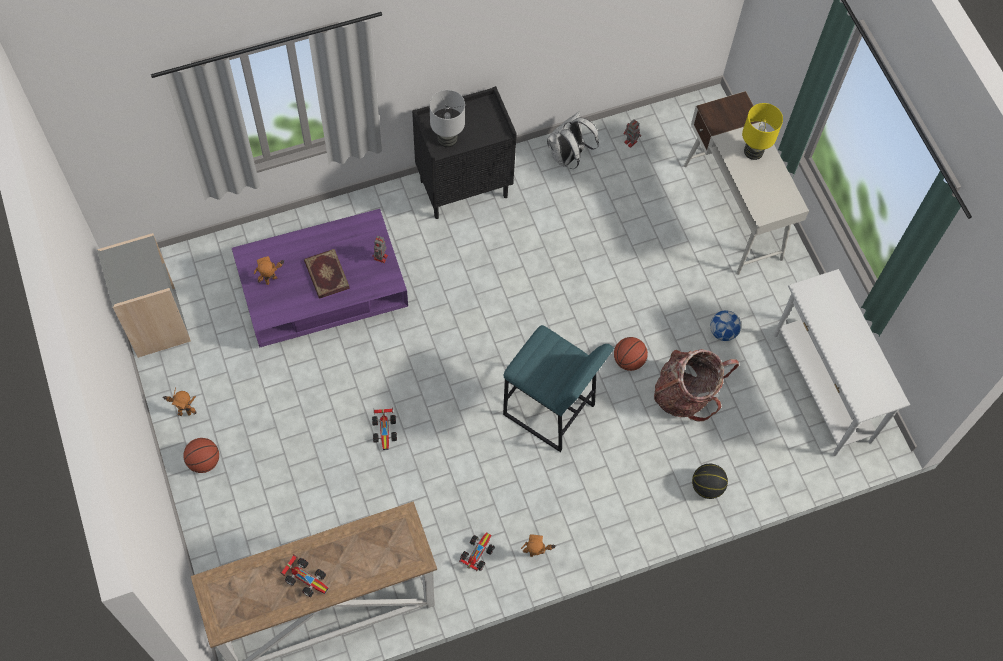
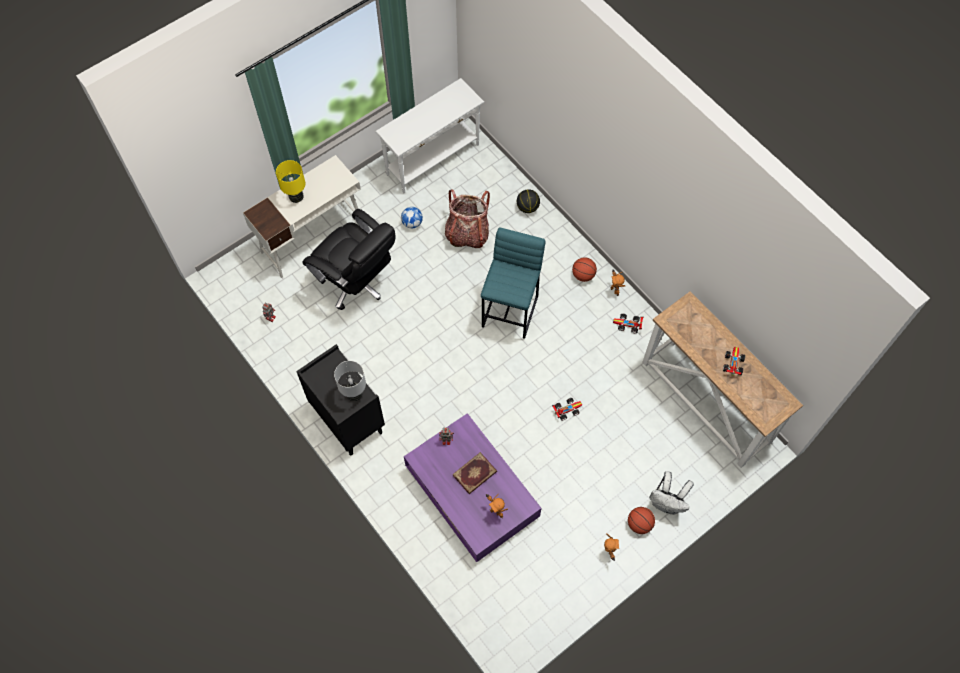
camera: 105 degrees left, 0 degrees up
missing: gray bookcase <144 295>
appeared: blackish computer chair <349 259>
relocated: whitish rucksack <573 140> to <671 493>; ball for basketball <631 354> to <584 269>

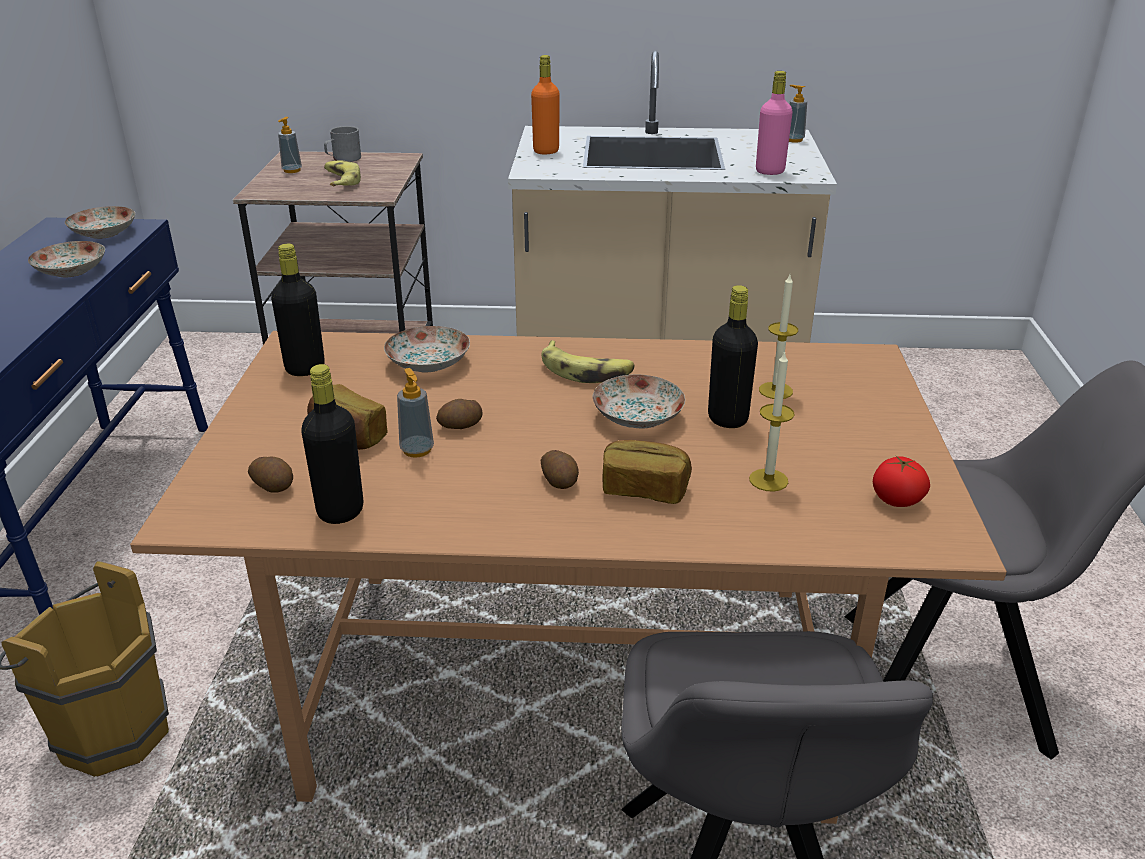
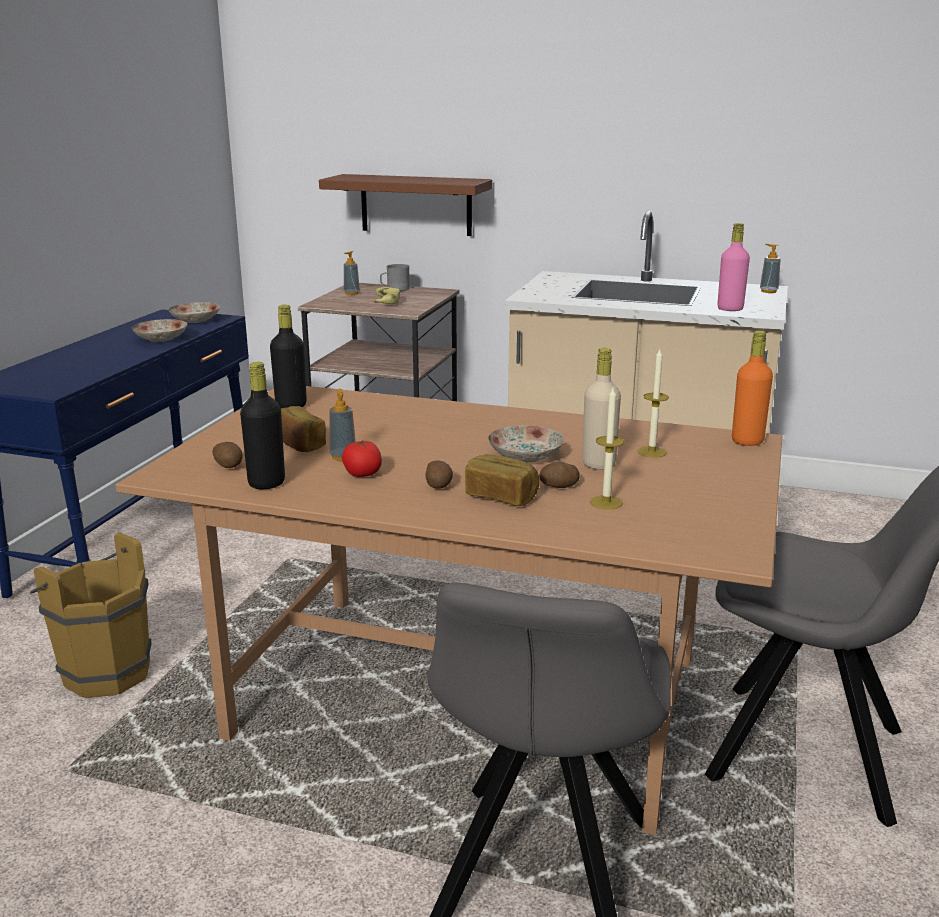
camera: 15 degrees right, 10 degrees down
missing: flat dish <427 349>; whole banana <588 361>
appeared: brownish bracket shelf <405 205>
relocated: potato <459 414> to <559 474>; orange-coloured bottle <545 104> to <752 388>; tomato <901 481> to <362 458>
colour: blackish bottle <733 356> to beige-coloured bottle <601 409>

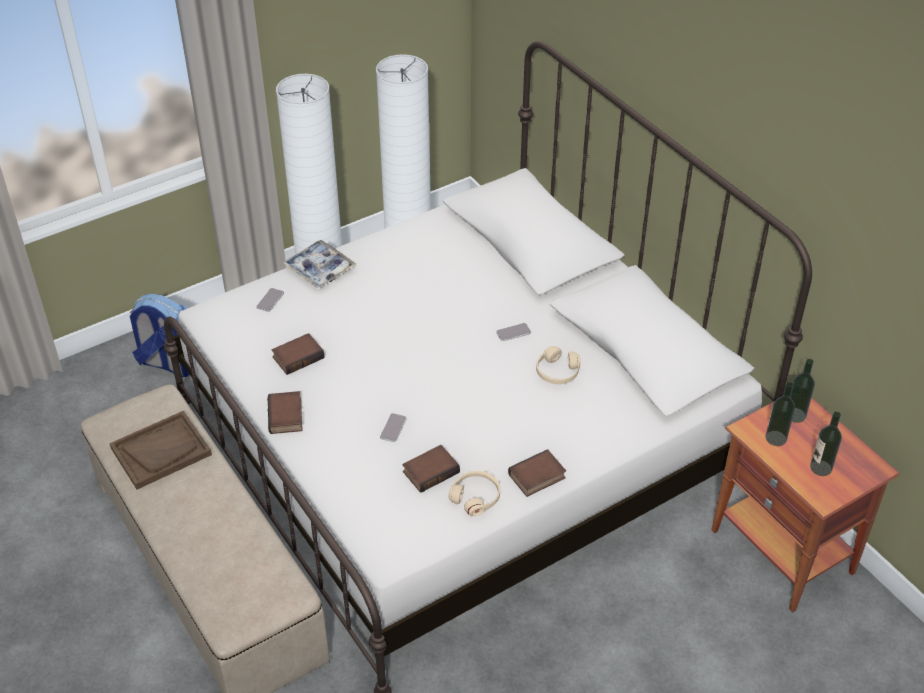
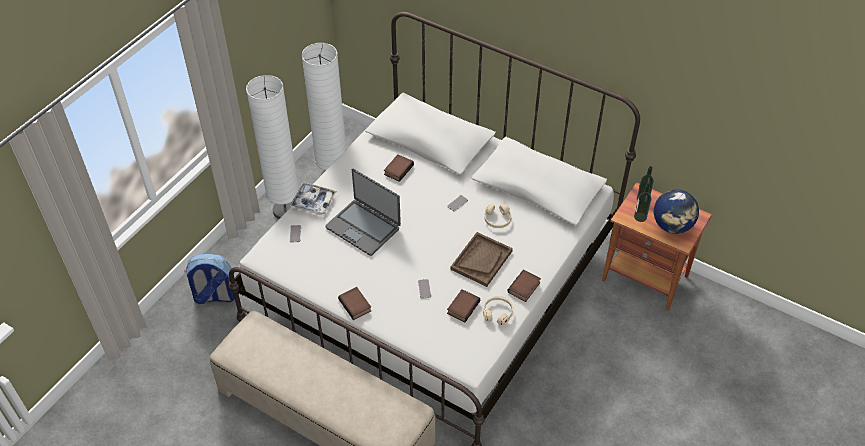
camera: 25 degrees left, 5 degrees up
appeared: portable computer <363 212>
relocated: brownish carrying tray <161 450> to <482 259>; book <298 354> to <399 168>
exchanged: bottle <826 443> to world globe <676 211>

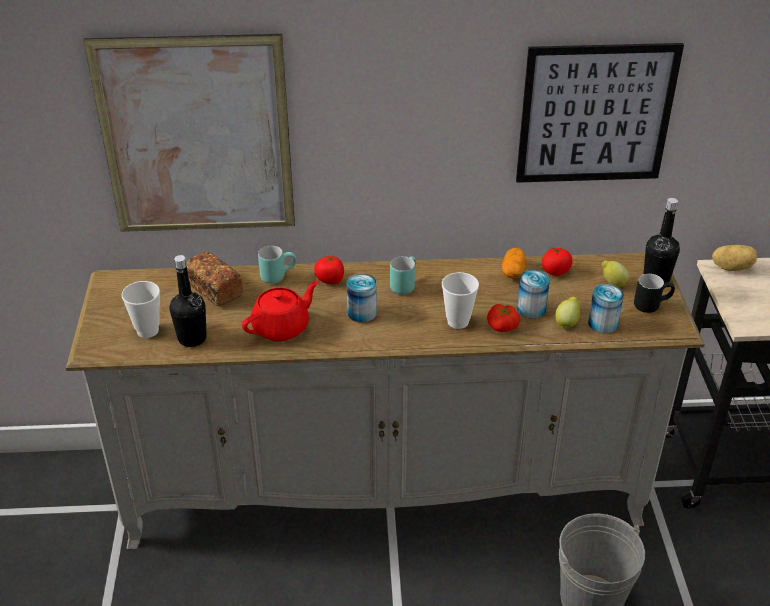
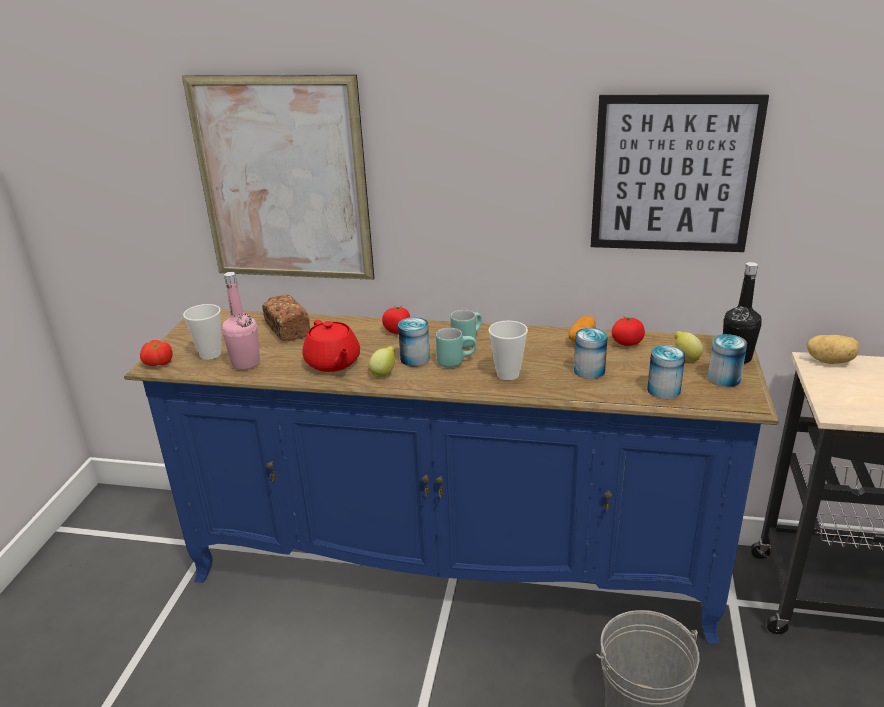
camera: 15 degrees right, 10 degrees down
relocated: turquoise tea mug <277 265> to <456 348>; tomato <503 318> to <156 353>; citrus fruit <567 313> to <381 362>
exchanged: blackish tea mug <654 293> to sealed can <727 360>
colour: gray cupboard <385 401> to bluish cupboard <451 476>; blackish bottle <188 301> to pink bottle <241 321>
spun: red teapot <280 311> = <331 346> 90 degrees clockwise

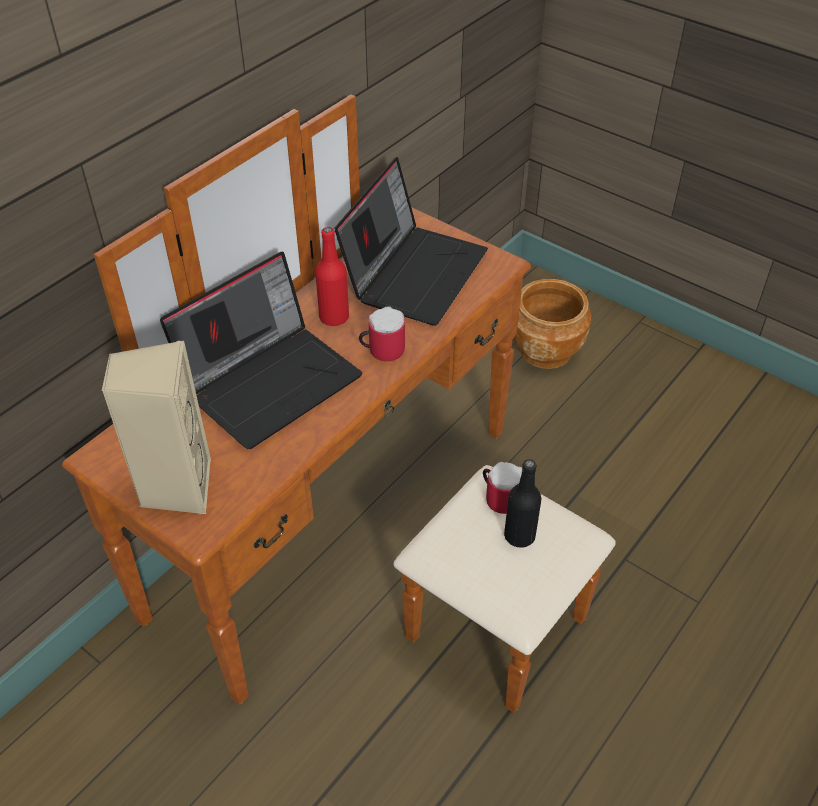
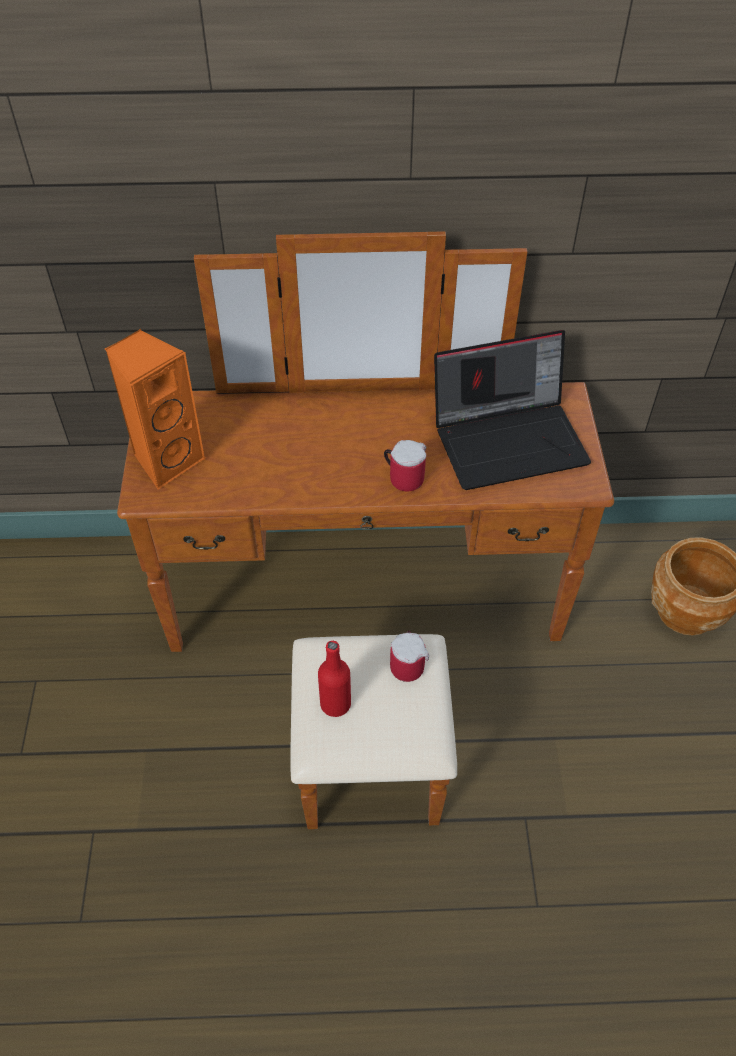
camera: 50 degrees right, 5 degrees up
missing: portable computer <261 350>; blackish bottle <522 503>
relocated: red bottle <332 276> to <334 679>
colour: beige-coloured loudspeaker <156 427> to orange-coloured loudspeaker <155 409>

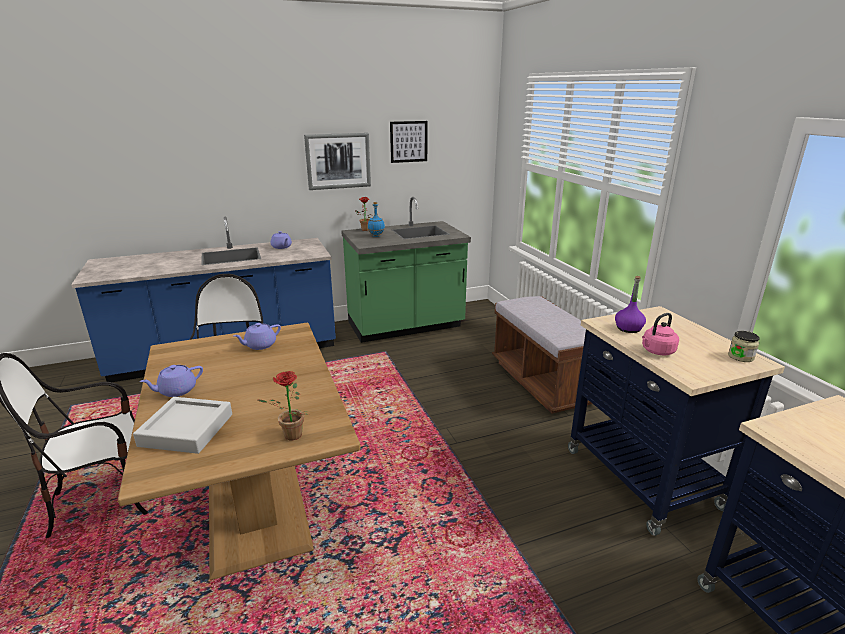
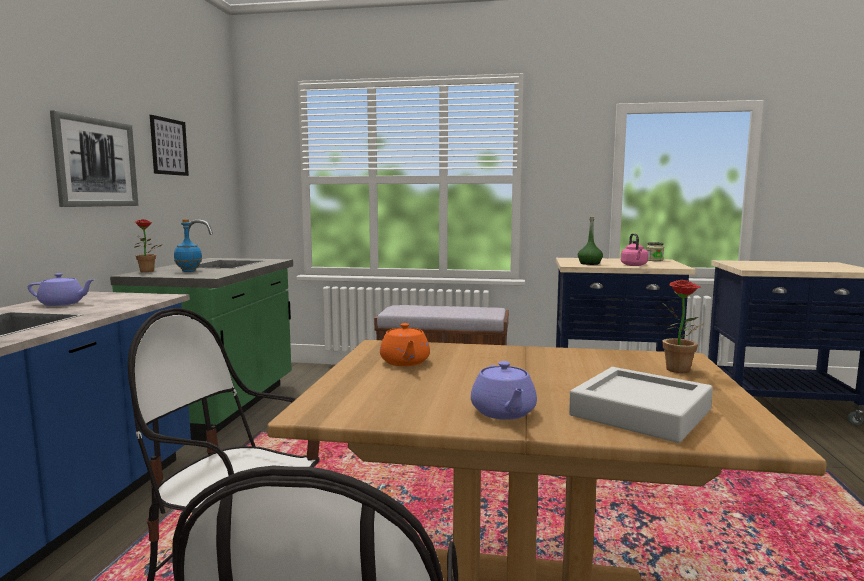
camera: 60 degrees left, 15 degrees down
colour: purplish teapot <257 336> to orange-coloured teapot <405 344>; purplish bottle <630 304> to greenish bottle <590 241>

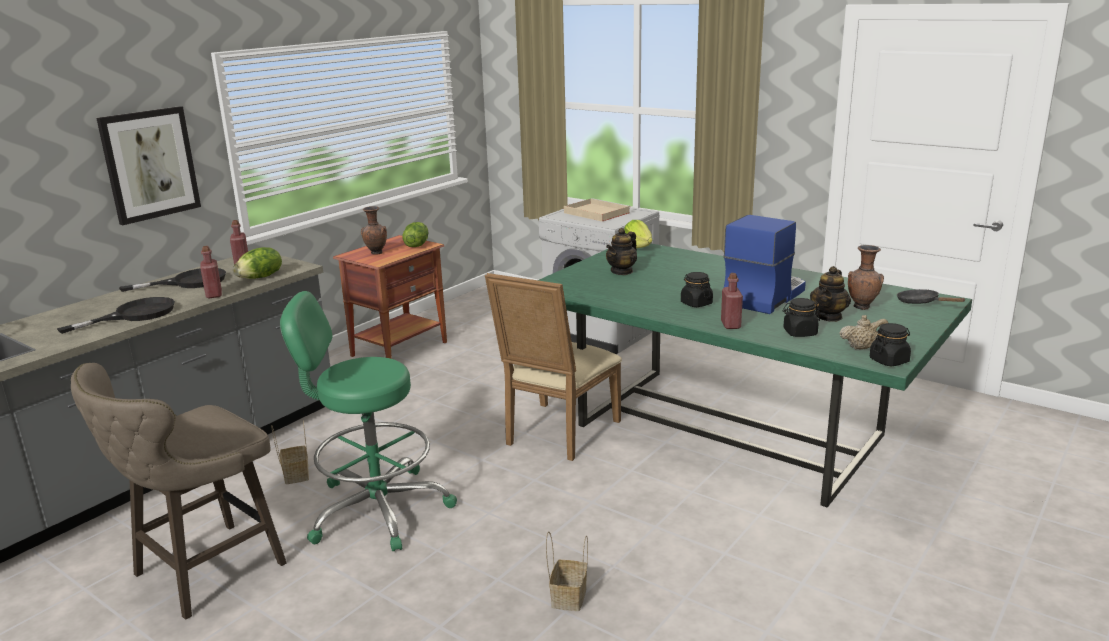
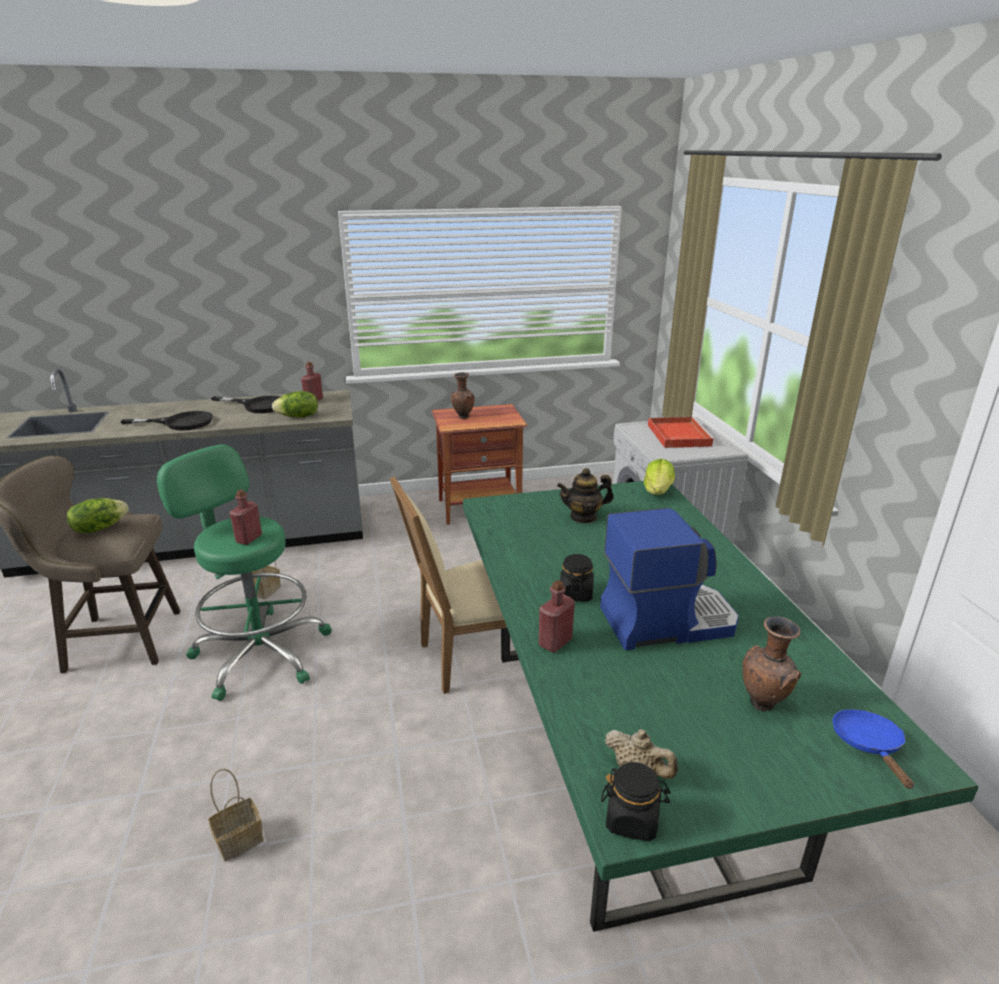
camera: 40 degrees right, 5 degrees up
missing: picture <148 165>; blackish jar <801 317>; teapot <830 294>
relocated: red bottle <211 272> to <245 517>; lettuce <415 234> to <98 515>
colour: beige-coloured carrying tray <597 209> to red carrying tray <681 432>; blackish skillet <931 296> to bluish skillet <873 749>

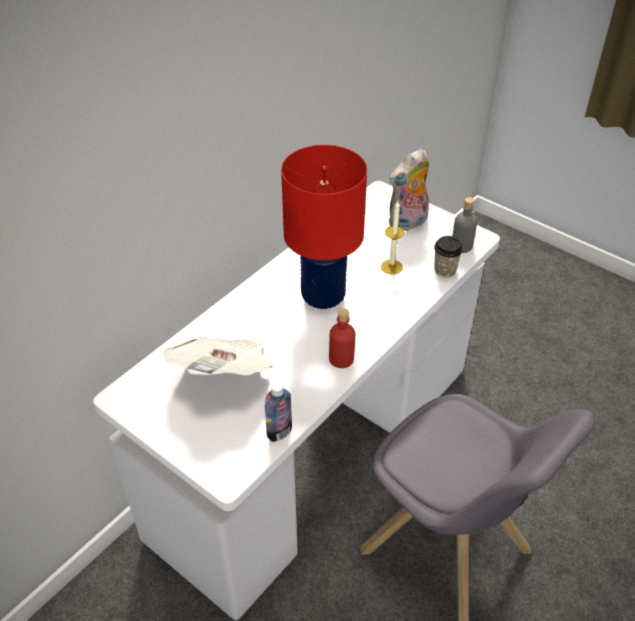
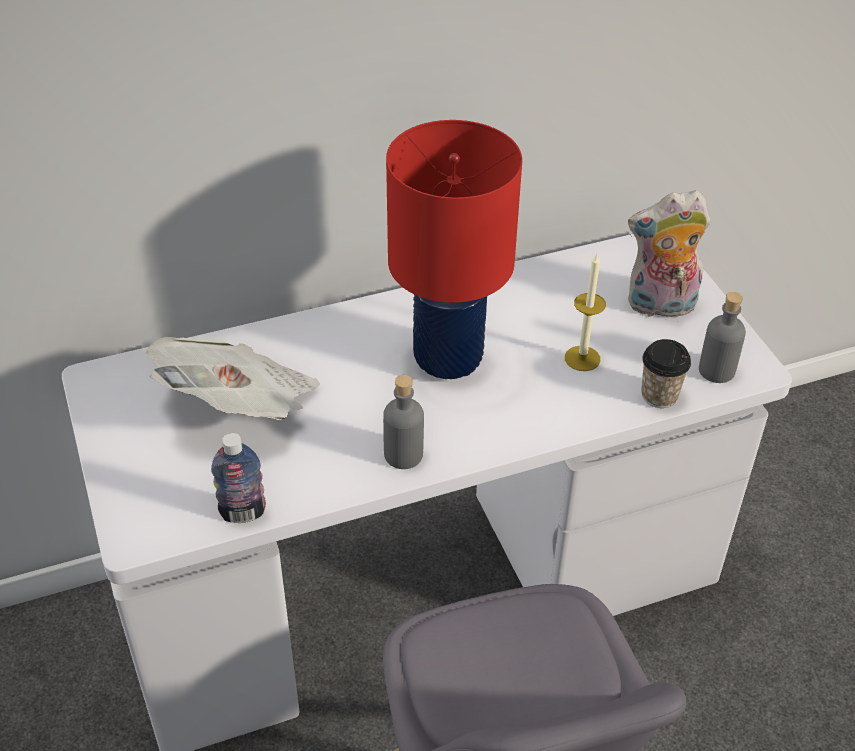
camera: 30 degrees right, 0 degrees up
colour: red bottle <342 338> to gray bottle <403 422>

